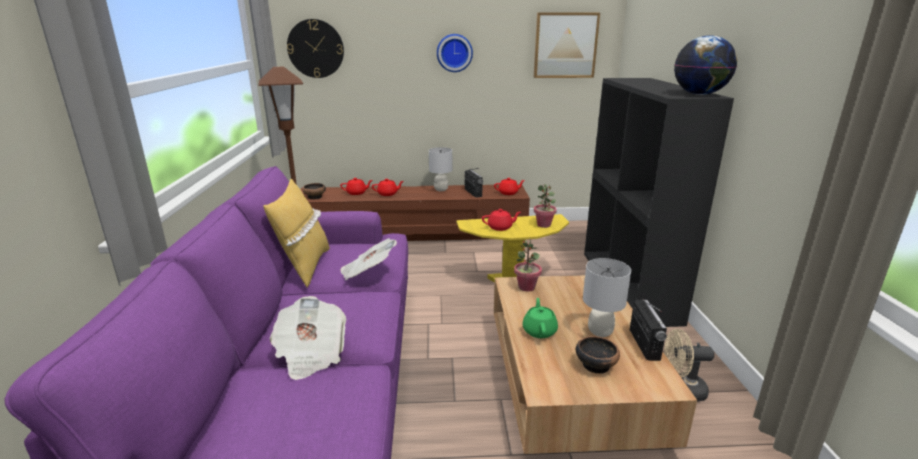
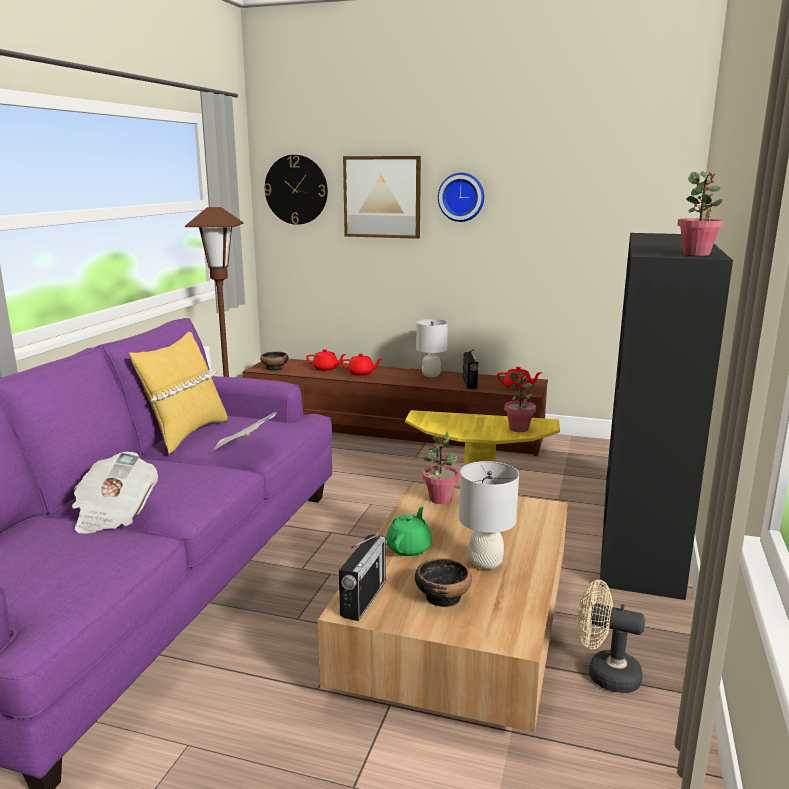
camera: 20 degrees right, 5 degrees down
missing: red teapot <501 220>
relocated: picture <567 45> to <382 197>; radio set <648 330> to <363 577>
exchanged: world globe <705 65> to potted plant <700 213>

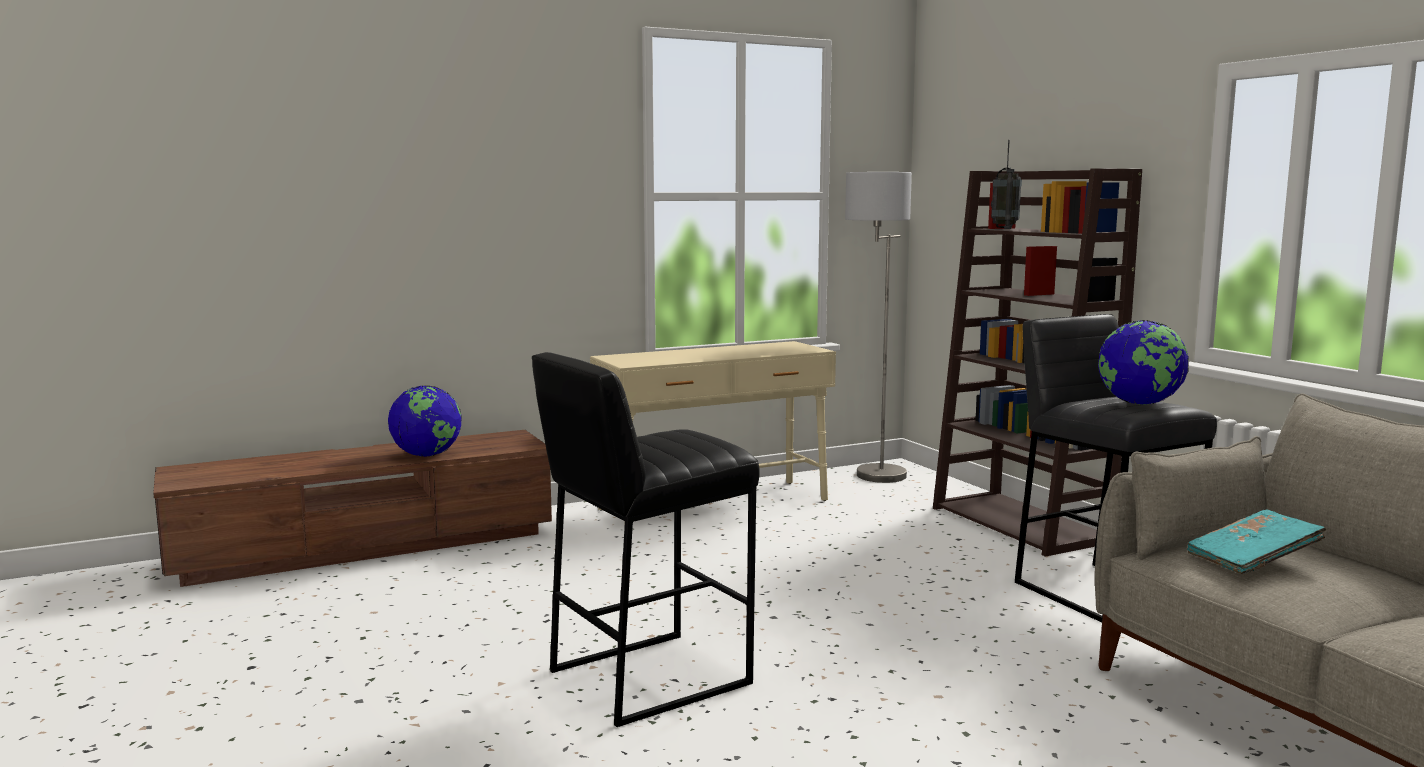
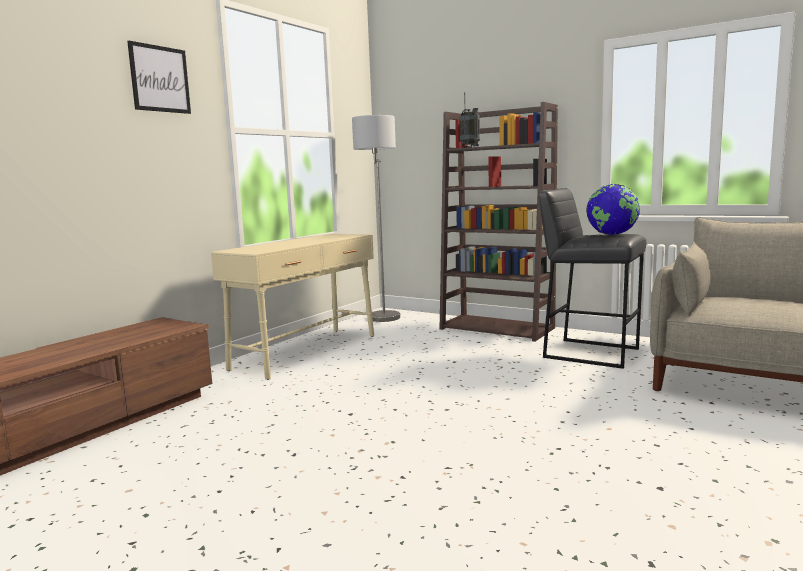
camera: 30 degrees left, 0 degrees up
missing: world globe <425 421>; blackish stool seat <646 539>; turquoise book <1256 542>
appeared: picture <159 77>

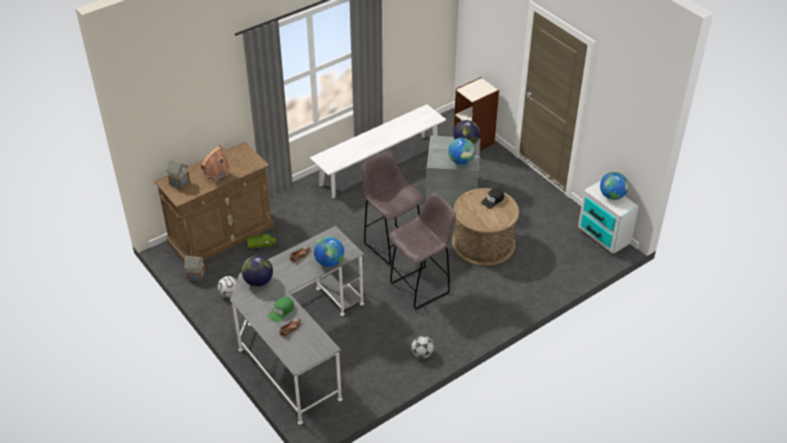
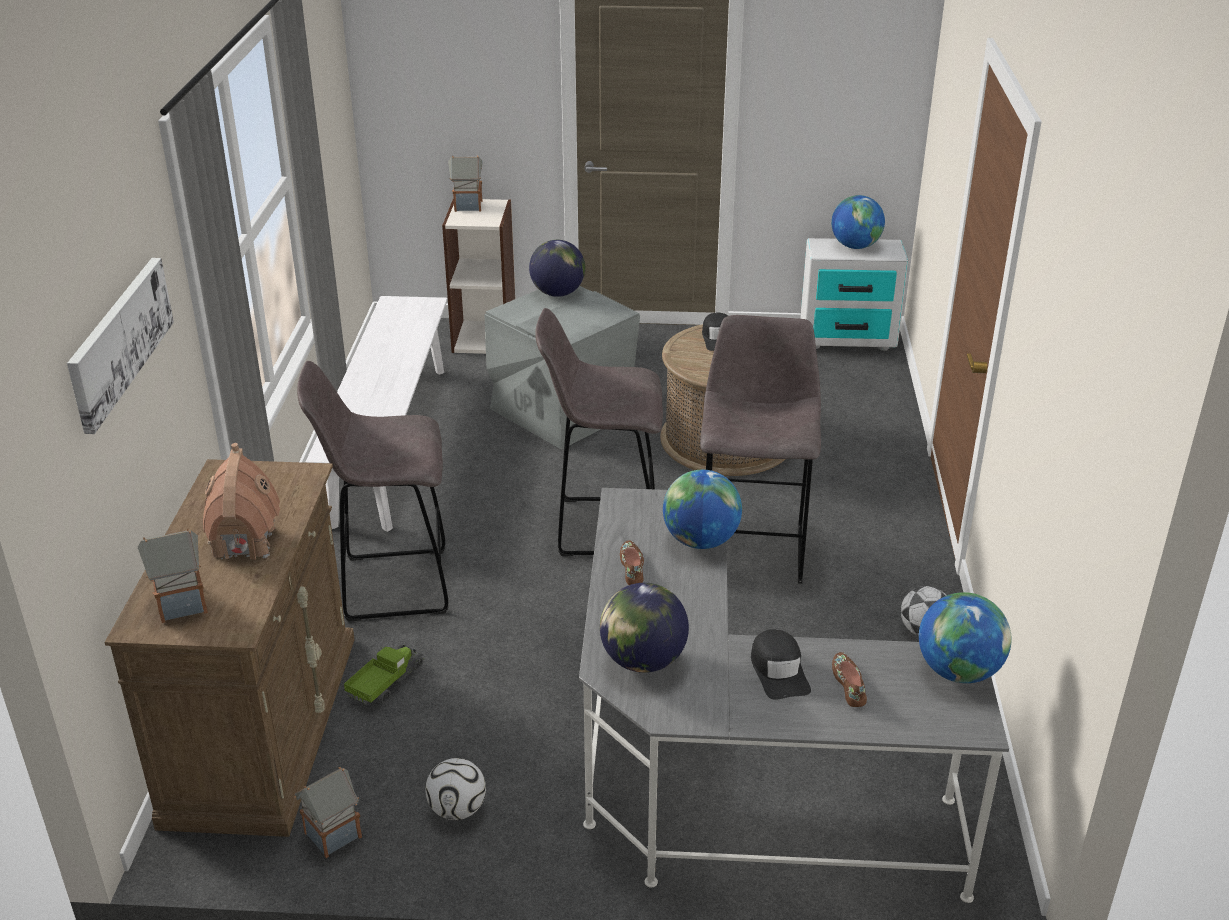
camera: 50 degrees left, 10 degrees down
appeared: picture <120 346>; gray stool seat <372 491>; toy house <465 184>
relocated: world globe <461 151> to <965 637>
colour: greenish cap <281 310> to blackish cap <781 664>

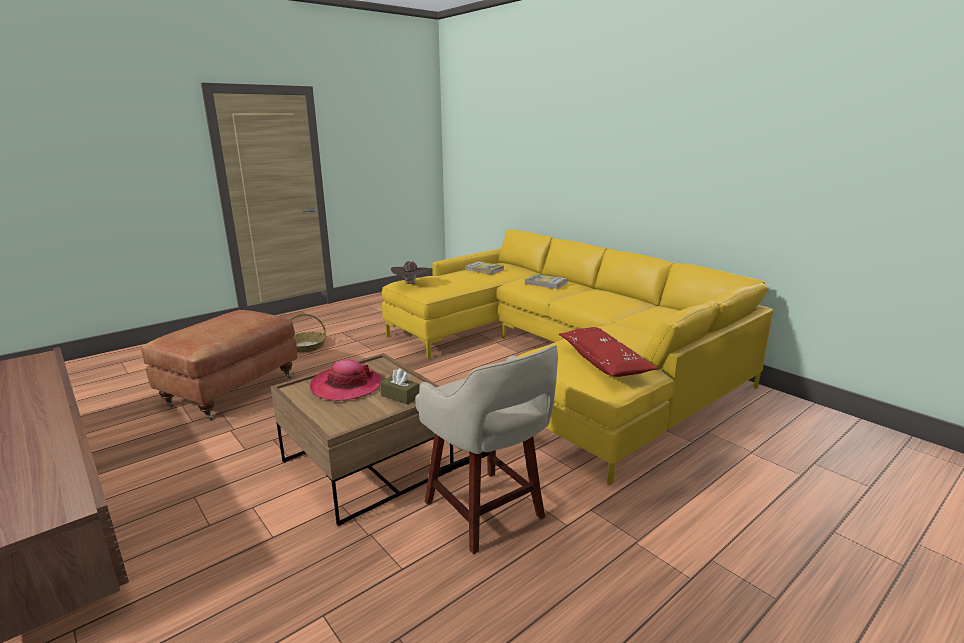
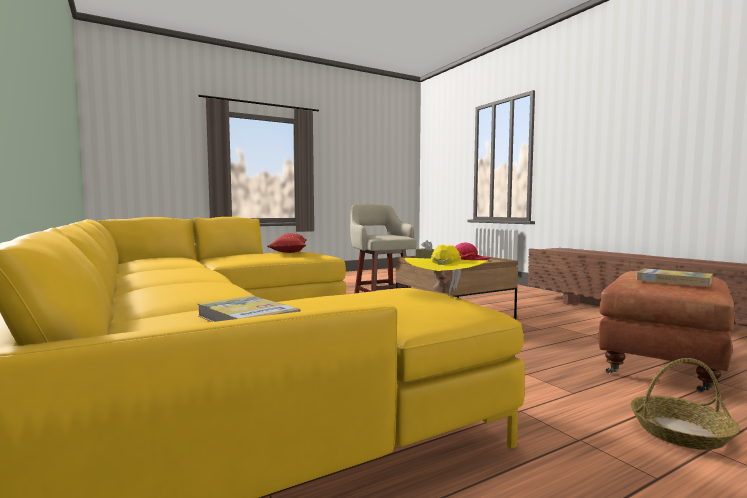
camera: 170 degrees left, 15 degrees down
relocated: book <546 281> to <675 277>
colour: brownish wearable hat <410 272> to yellowish wearable hat <446 270>

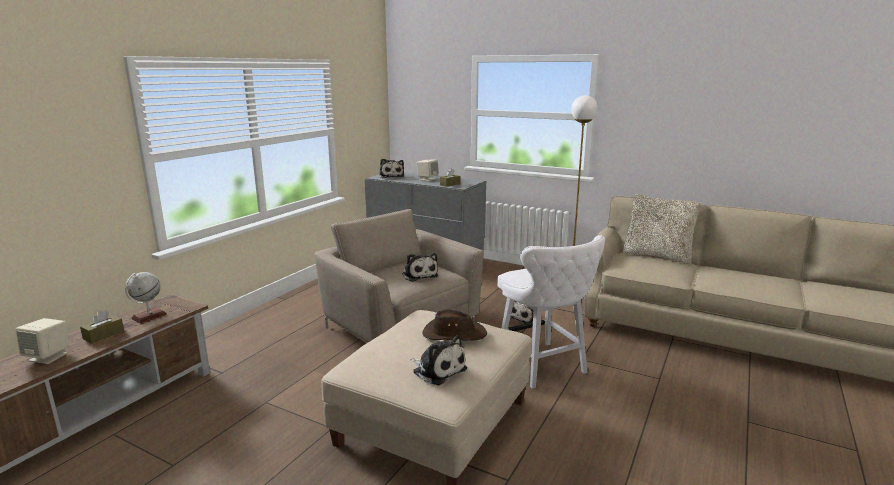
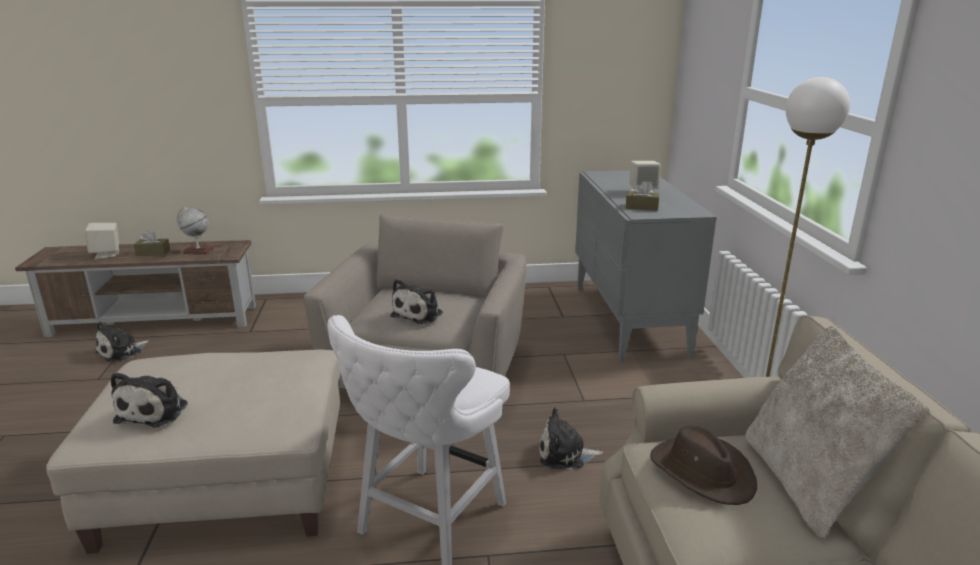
camera: 55 degrees right, 5 degrees up
relocated: plush toy <391 168> to <122 341>; brownish wearable hat <454 325> to <703 465>

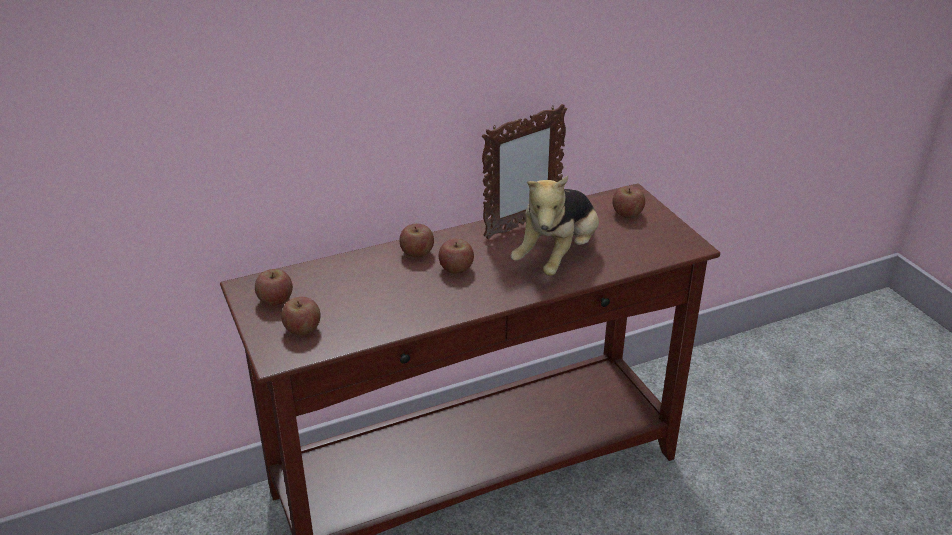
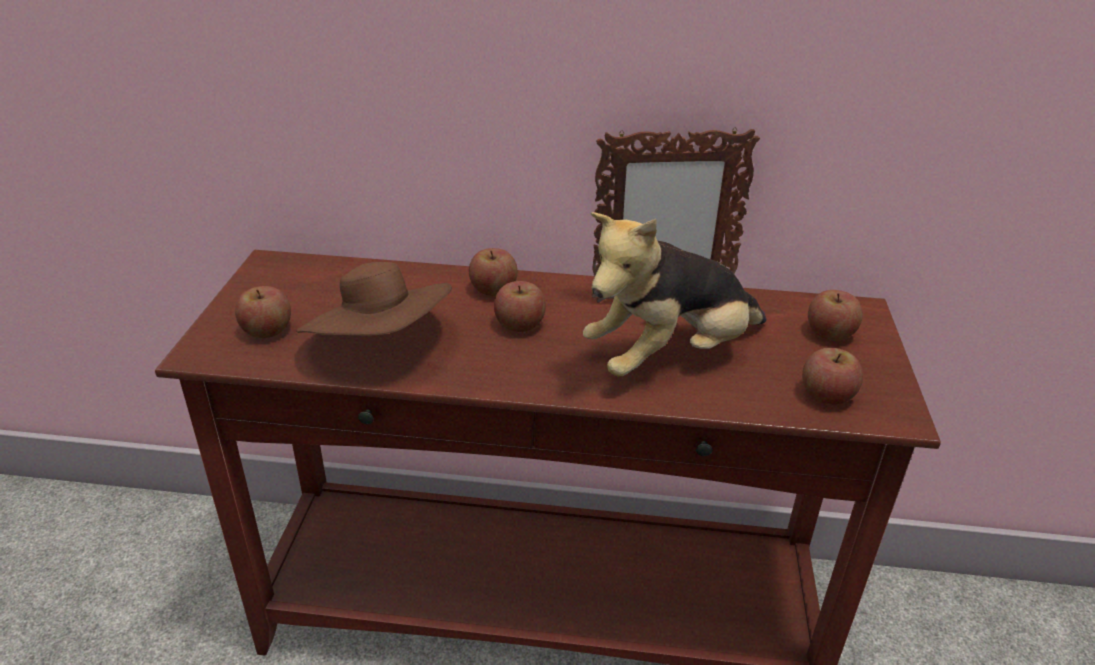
camera: 30 degrees right, 0 degrees up
appeared: brownish wearable hat <374 298>
relocated: whole apple <274 287> to <832 376>

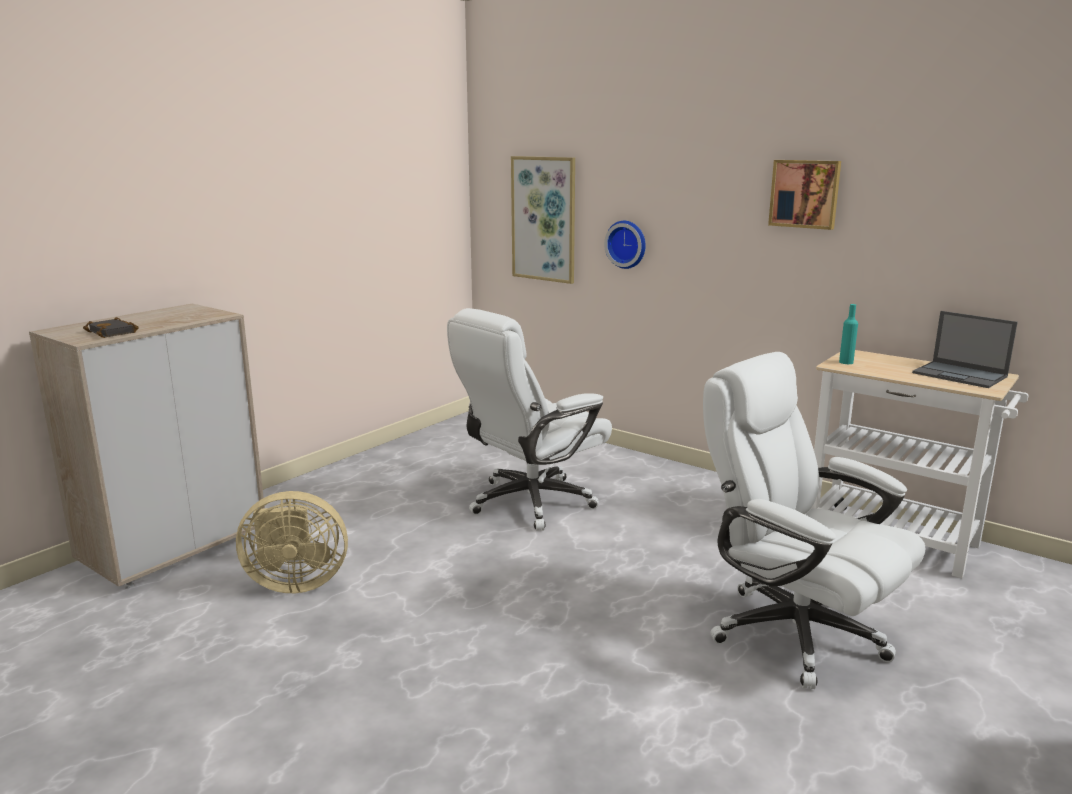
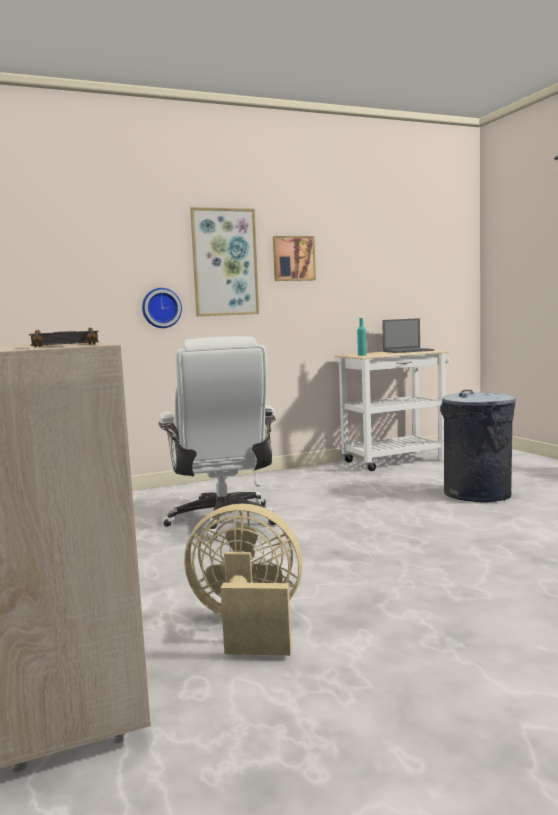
camera: 60 degrees left, 10 degrees down
relocated: picture <543 220> to <224 261>
exchanged: whitish computer chair <814 520> to gray rubbish bin <478 446>
spun: beige-coloured cooling fan <292 542> = <243 580> 105 degrees counterclockwise

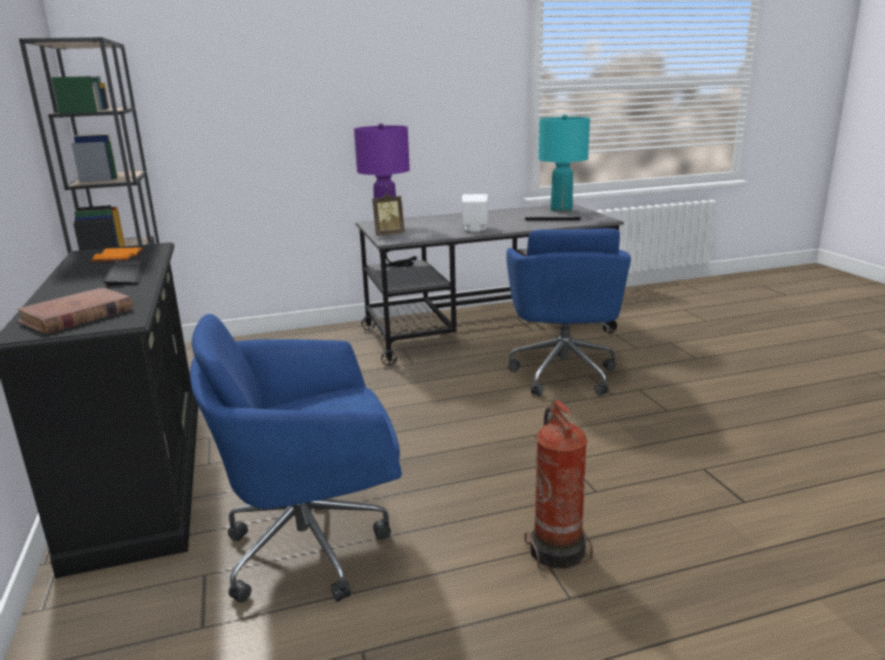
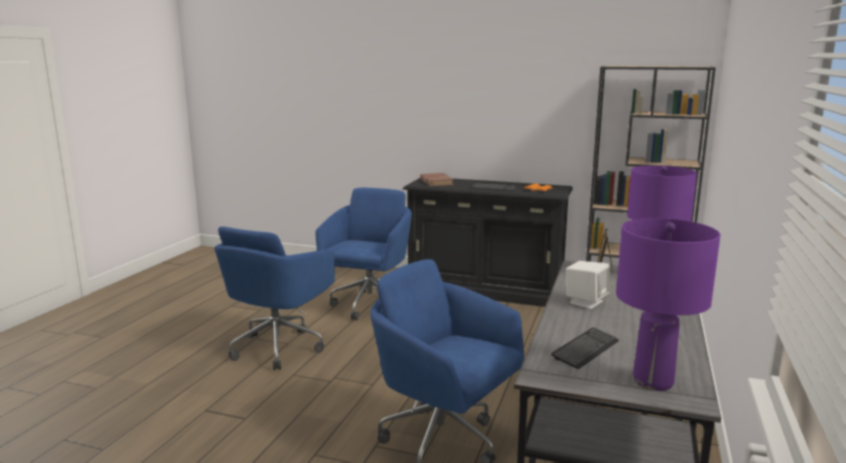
camera: 125 degrees right, 5 degrees down
exchanged: fire extinguisher <559 485> to bluish computer chair <274 298>
colour: turquoise lamp for a table <564 163> to purplish lamp for a table <668 304>

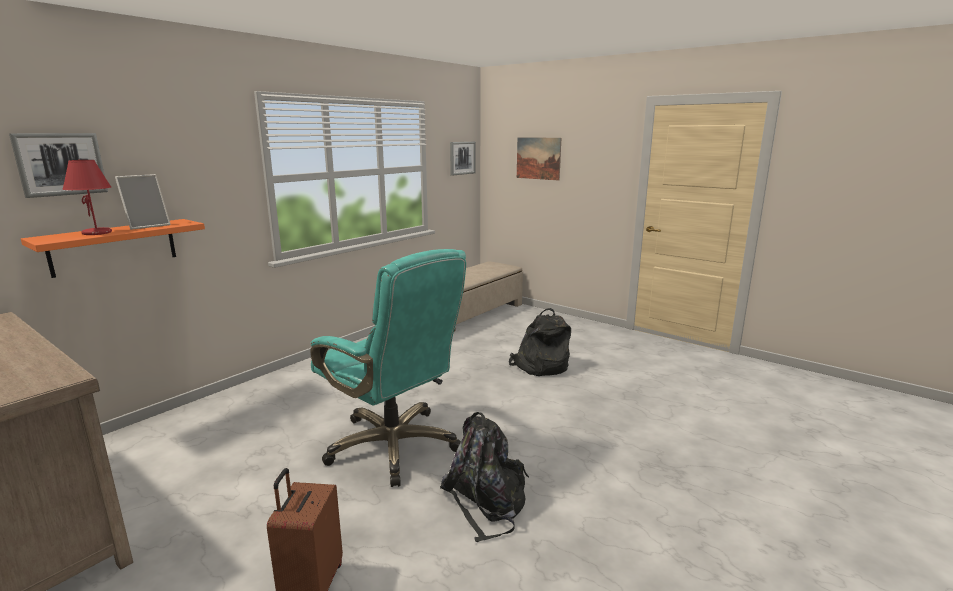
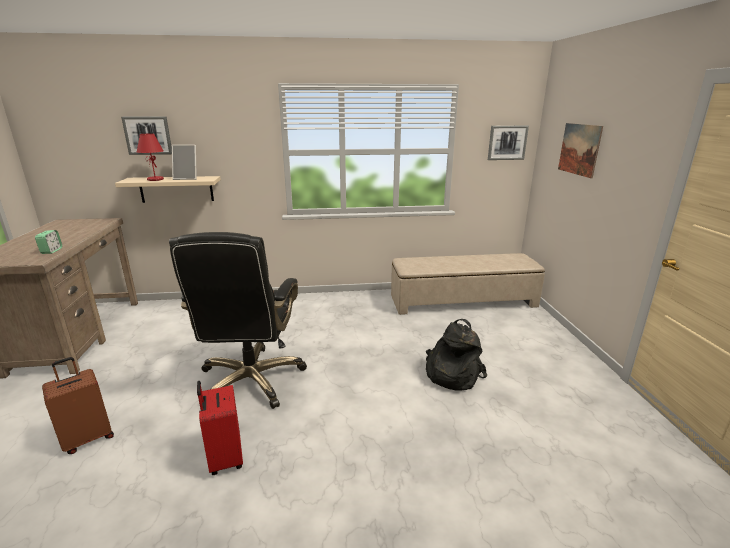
camera: 45 degrees right, 5 degrees up
appeared: table clock <48 242>
exchanged: blackish rucksack <484 477> to red travel case <220 428>
colour: orange-coloured bracket shelf <113 248> to beige-coloured bracket shelf <168 189>; turquoise computer chair <388 368> to blackish computer chair <238 320>

